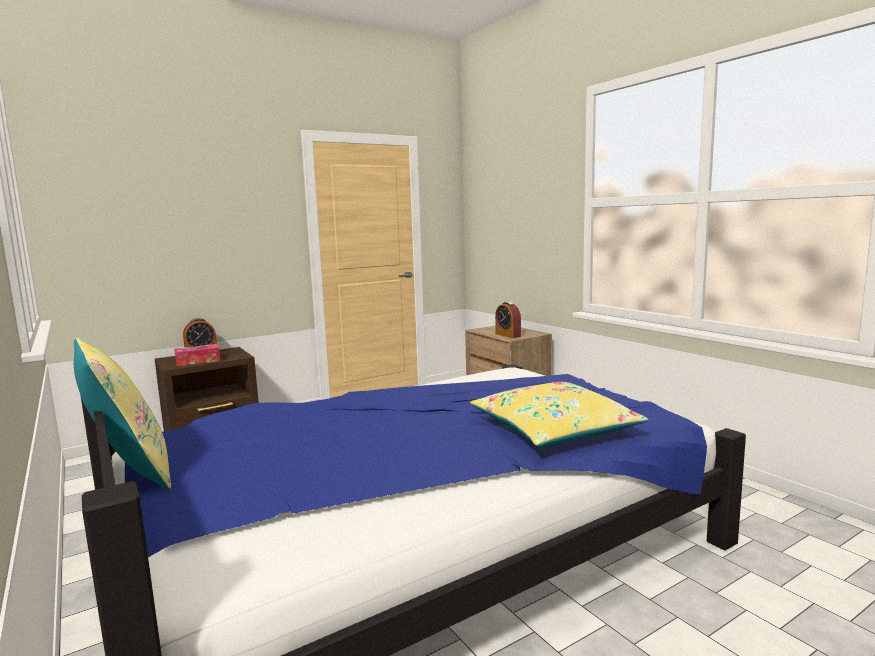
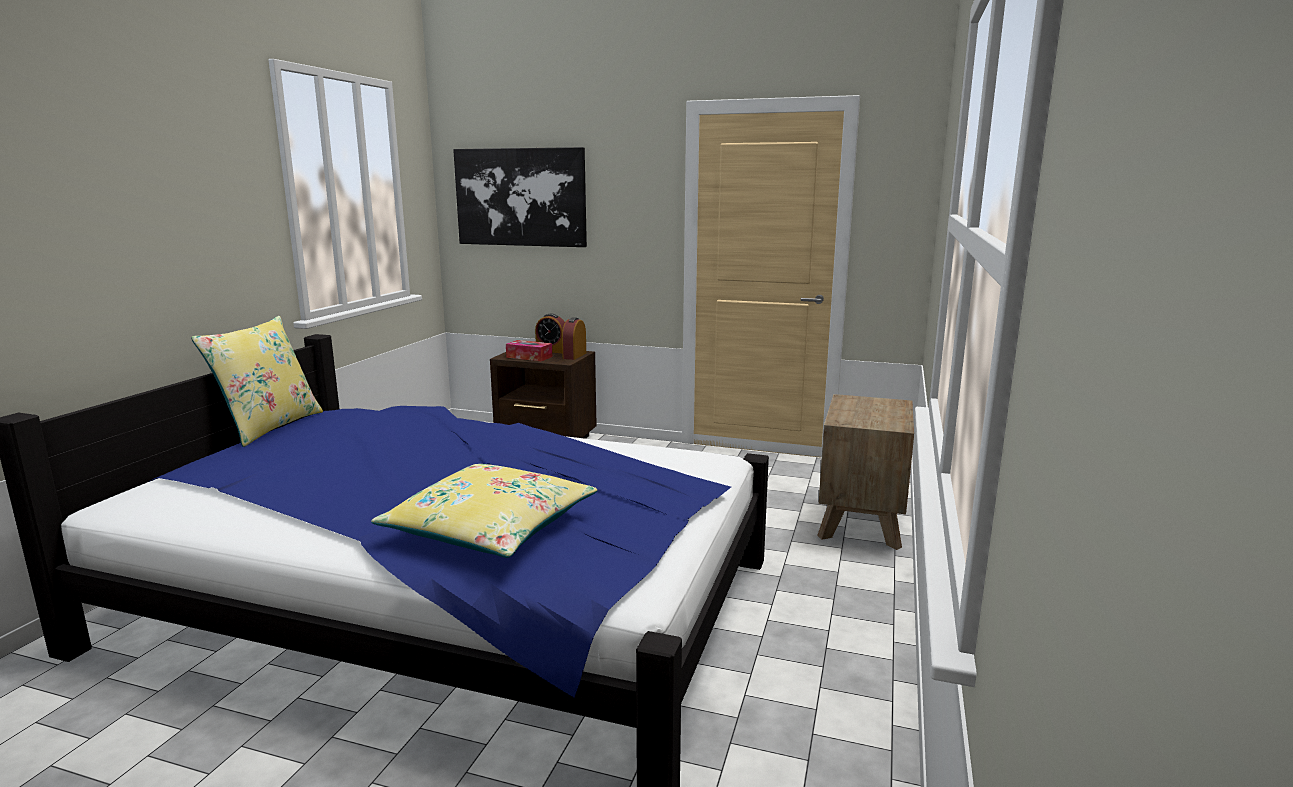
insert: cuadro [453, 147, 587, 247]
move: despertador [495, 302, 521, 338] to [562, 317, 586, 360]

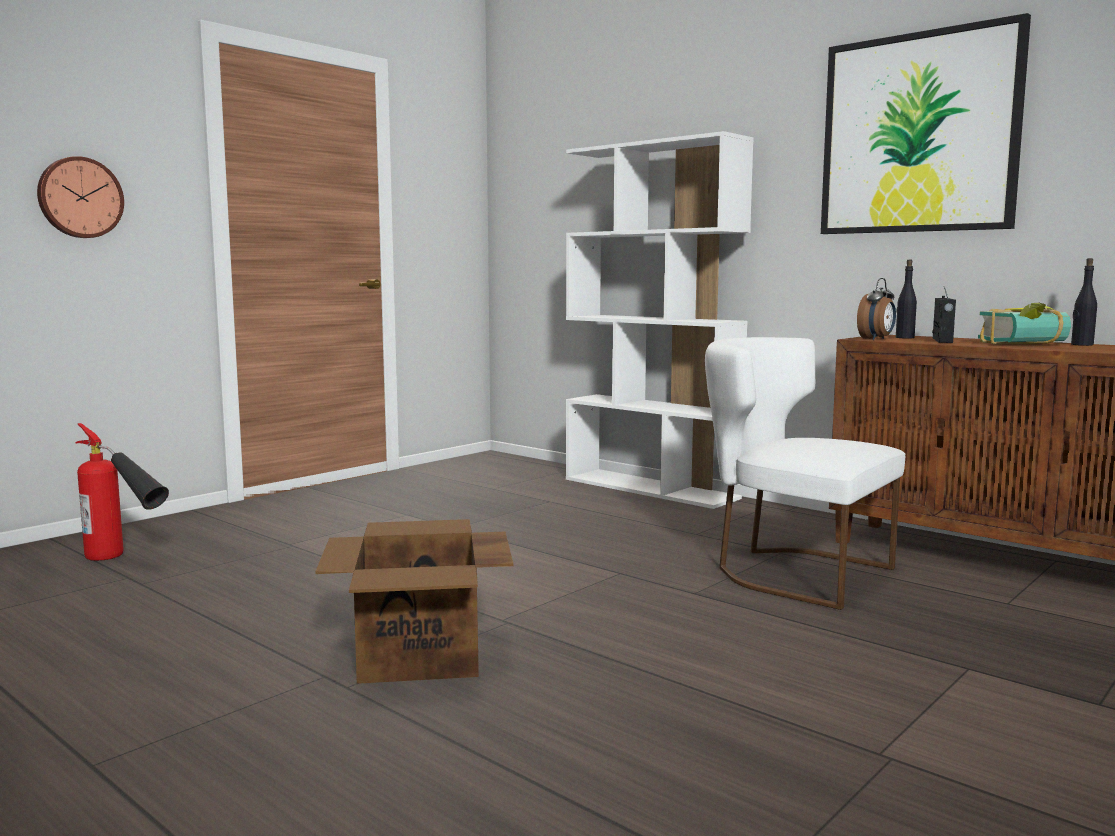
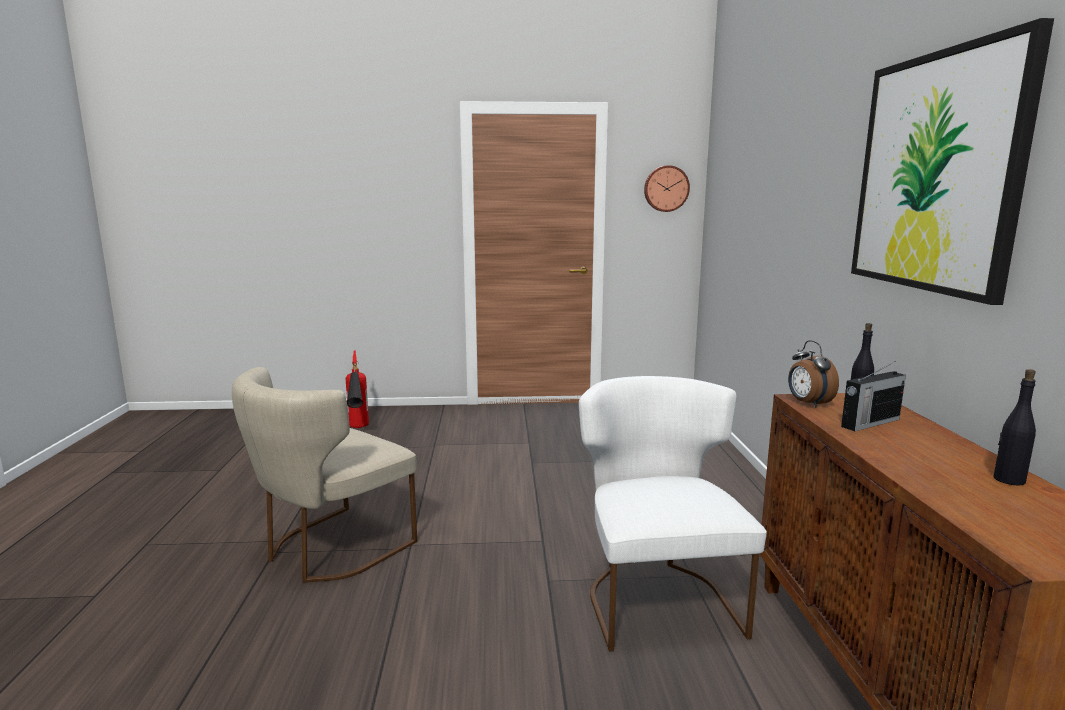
delete: estantería [blanco] [566, 131, 754, 509]; libro [978, 303, 1071, 345]
move: reloj de pared [37, 156, 124, 238] to [644, 165, 690, 212]
replace: caja de cartón [316, 519, 513, 684] to silla [beis] [232, 367, 417, 583]
rotate: despertador [857, 278, 896, 340] = [788, 340, 839, 408] 75 degrees clockwise

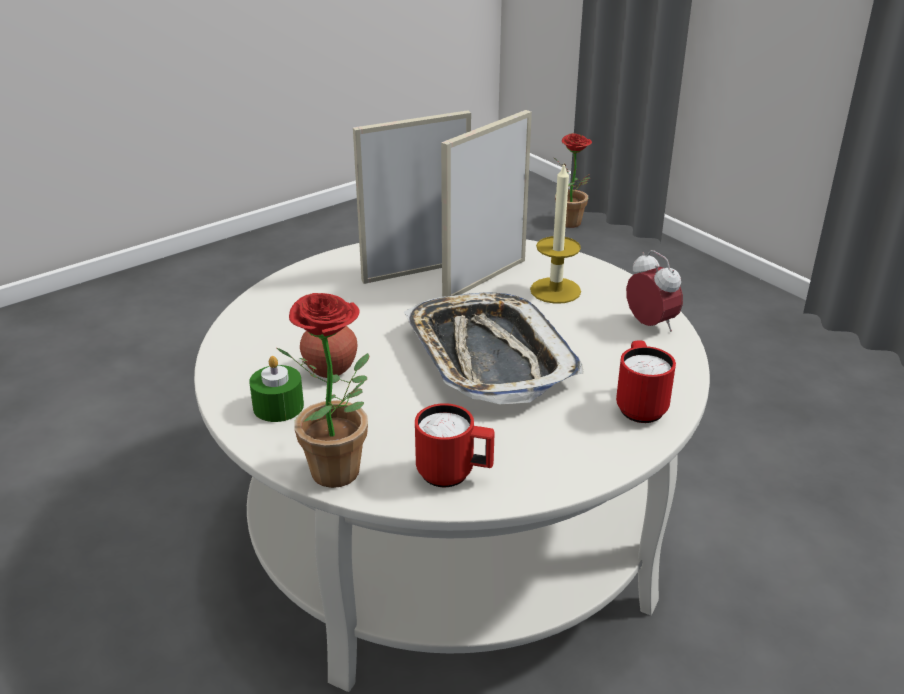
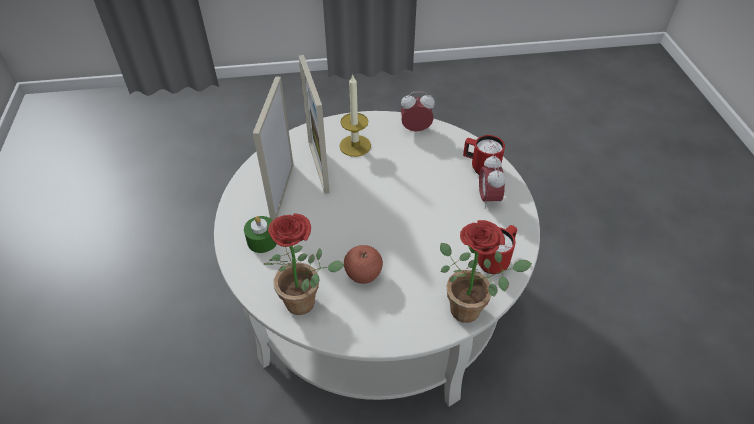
delete: bandeja [404, 292, 584, 404]
insert: despertador [479, 155, 506, 209]
move: vela [verde] [249, 356, 304, 422] to [244, 216, 277, 253]; planta en maceta [554, 133, 592, 228] to [263, 213, 344, 315]

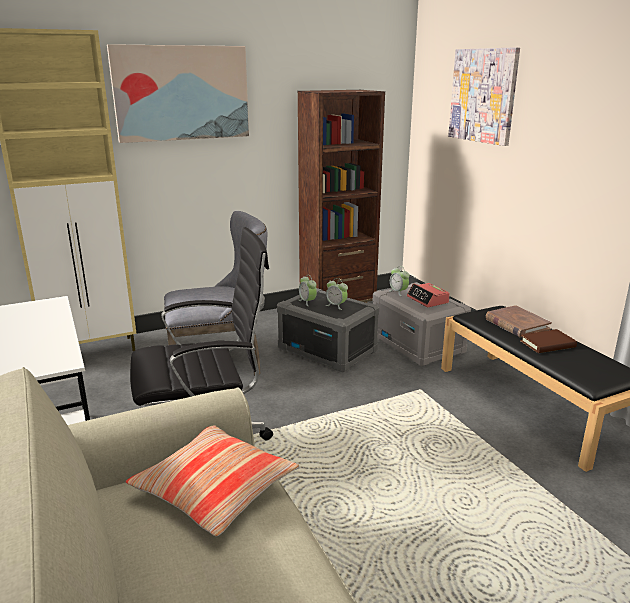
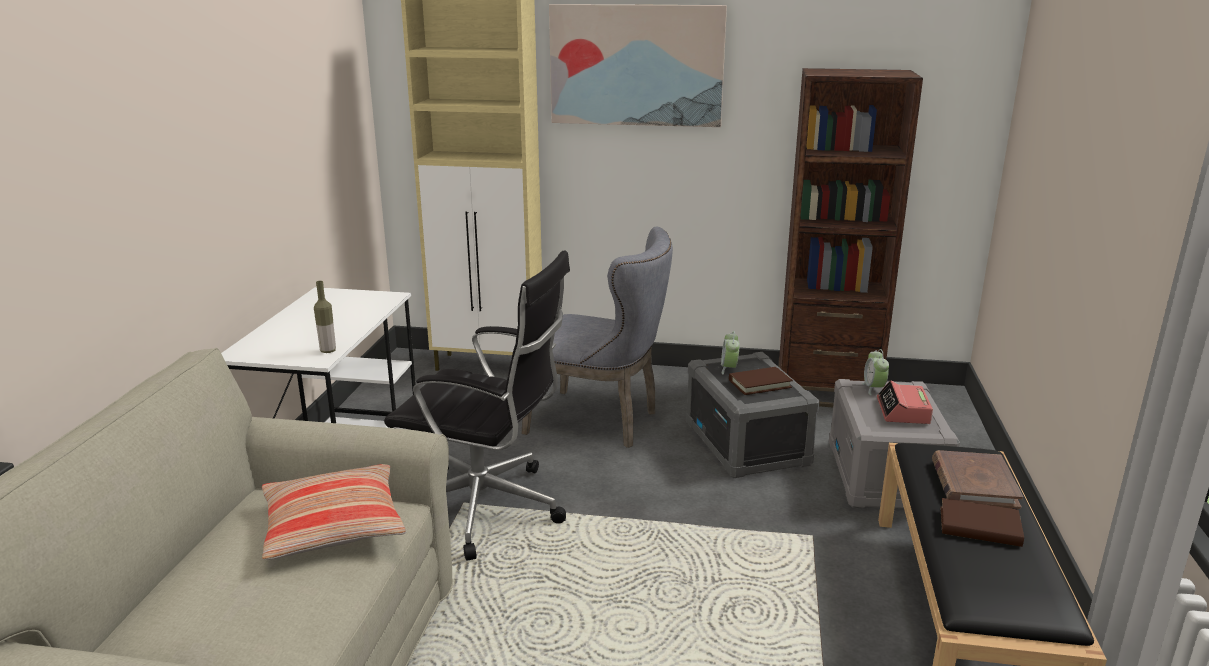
delete: cuadro [448, 47, 520, 146]
insert: botella [314, 281, 336, 353]
replace: despertador [326, 278, 348, 310] to libro [marrón] [729, 367, 793, 395]

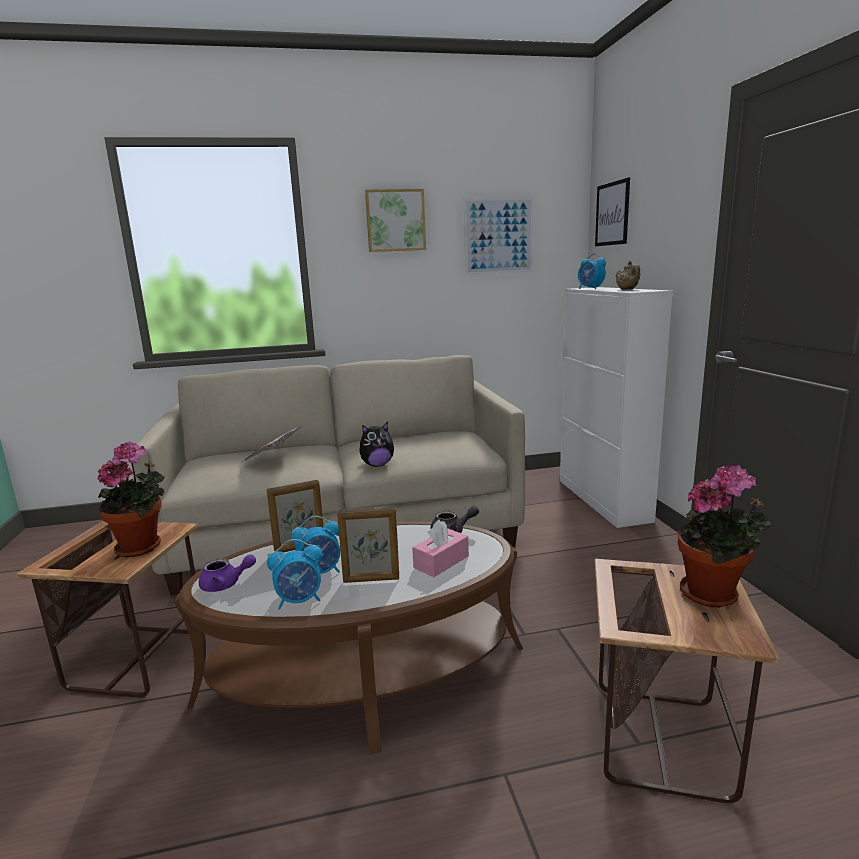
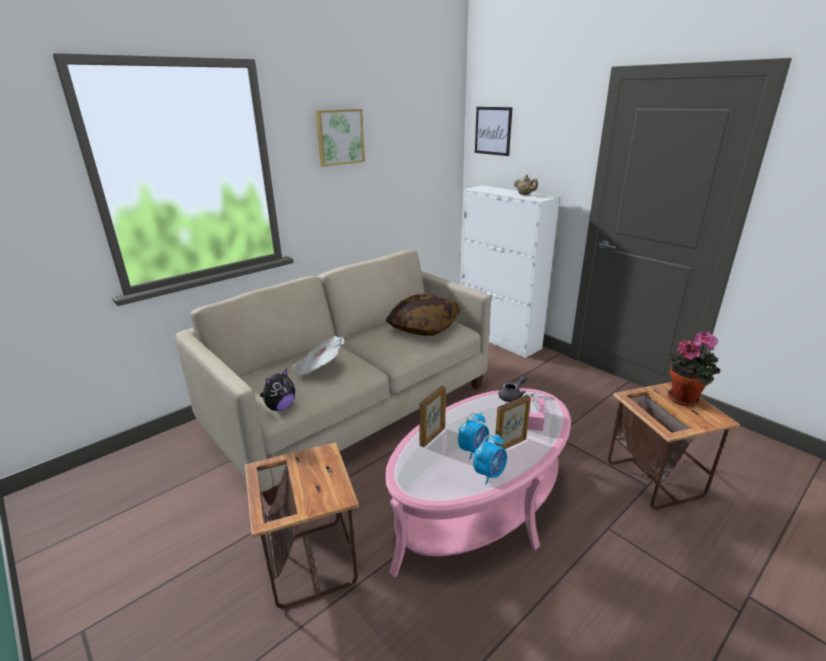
delete: planta en maceta [97, 441, 165, 557]; tetera [morado] [199, 554, 256, 592]; cuadro [464, 197, 533, 275]; despertador [578, 253, 606, 289]
insert: cojín [386, 294, 460, 336]
move: peluche [359, 422, 394, 467] to [260, 368, 295, 411]
recolor: mesa de centro [marrón] [175, 521, 523, 754] to mesa de centro [rosa] [385, 388, 571, 578]

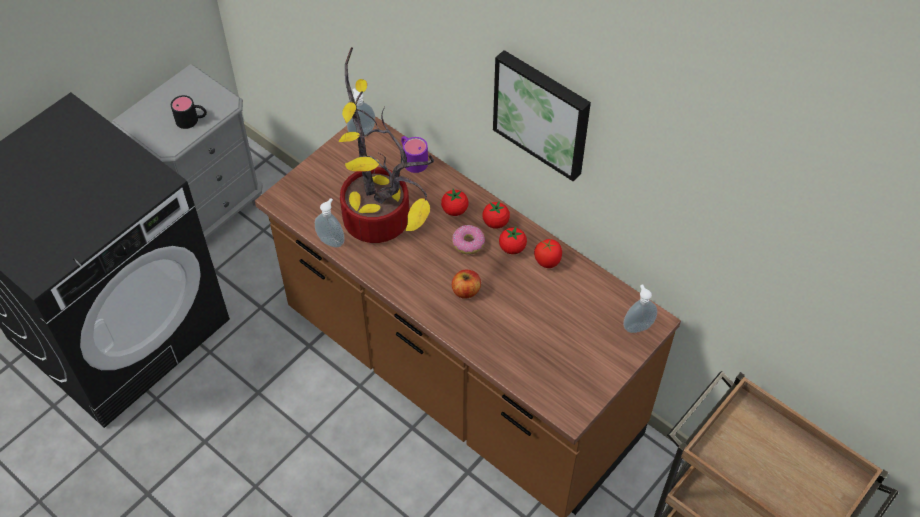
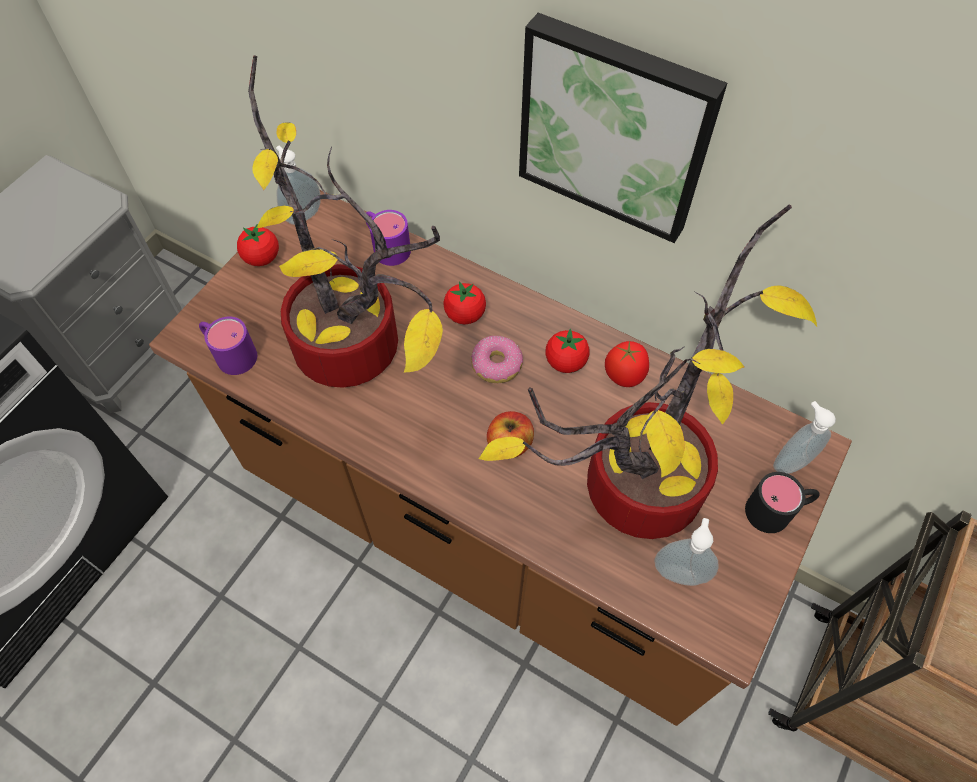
insert: taza grande [morado] [199, 317, 257, 375]; planta en maceta [479, 205, 817, 539]
move: taza grande [negro] [171, 95, 207, 129] to [745, 472, 820, 533]; dispensador de jabón [315, 198, 345, 248] to [655, 518, 718, 586]; tomate [482, 201, 510, 229] to [237, 224, 279, 266]

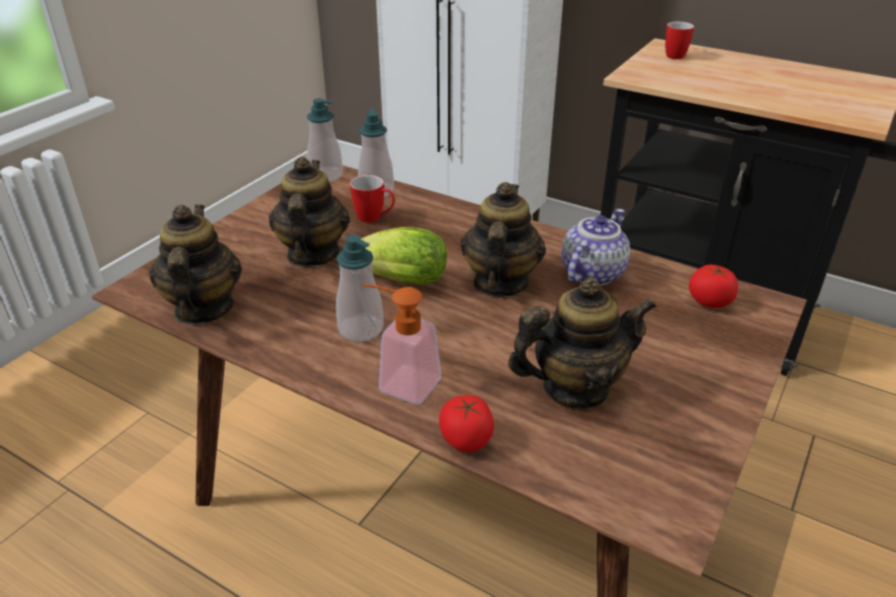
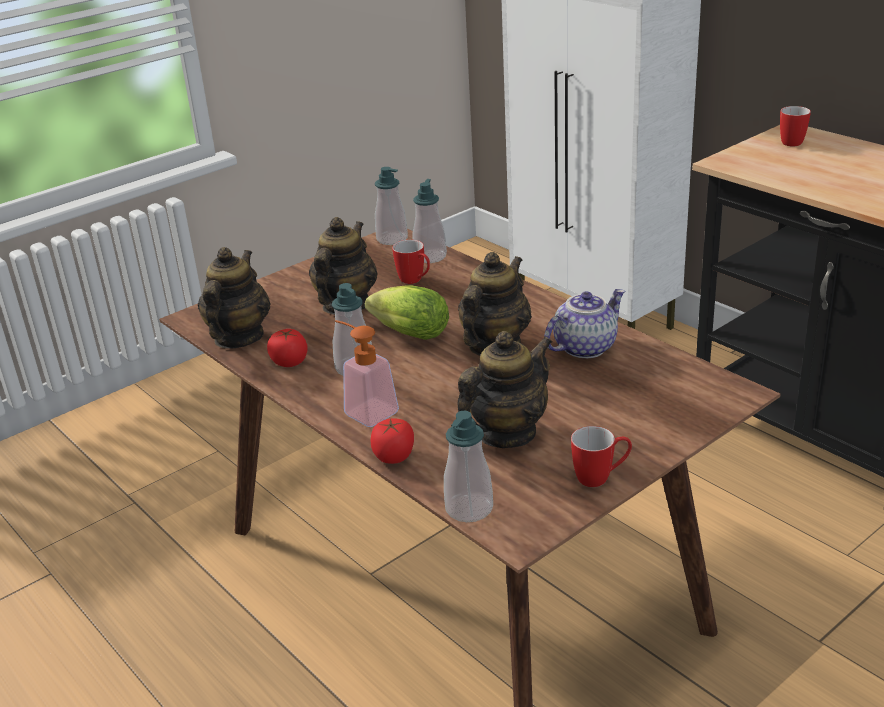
insert: dispensador de jabón [444, 411, 493, 522]; taza grande [571, 426, 632, 487]
move: tomate [689, 265, 738, 308] to [267, 329, 307, 367]
rotate: tetera [508, 277, 657, 409] = [458, 331, 552, 448] 45 degrees counterclockwise

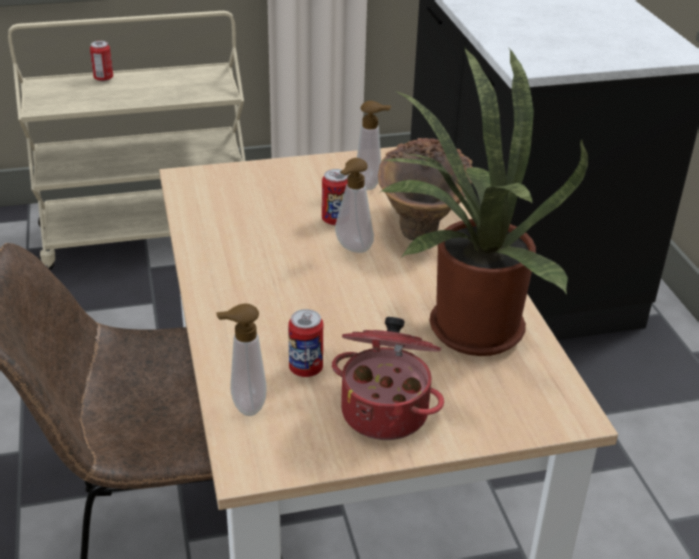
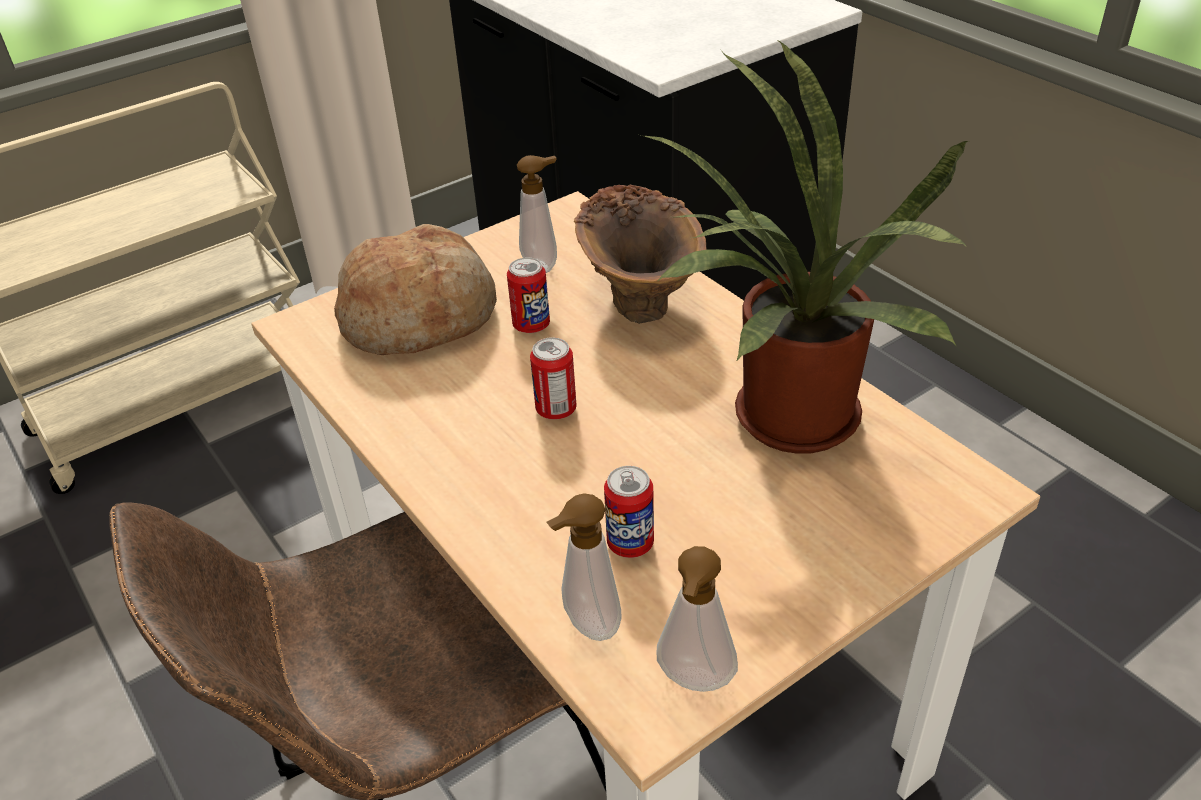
delete: olla [332, 317, 444, 440]
insert: pan [334, 224, 497, 355]
move: lata [90, 41, 113, 81] to [530, 337, 576, 419]; dispensador de jabón [335, 158, 374, 253] to [657, 546, 738, 692]

